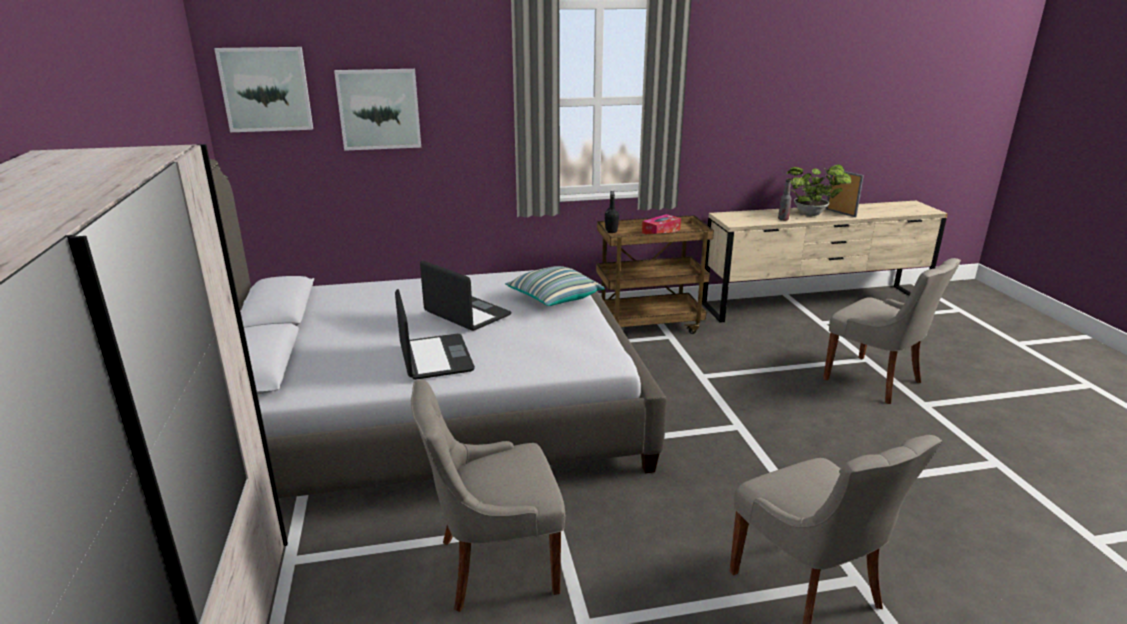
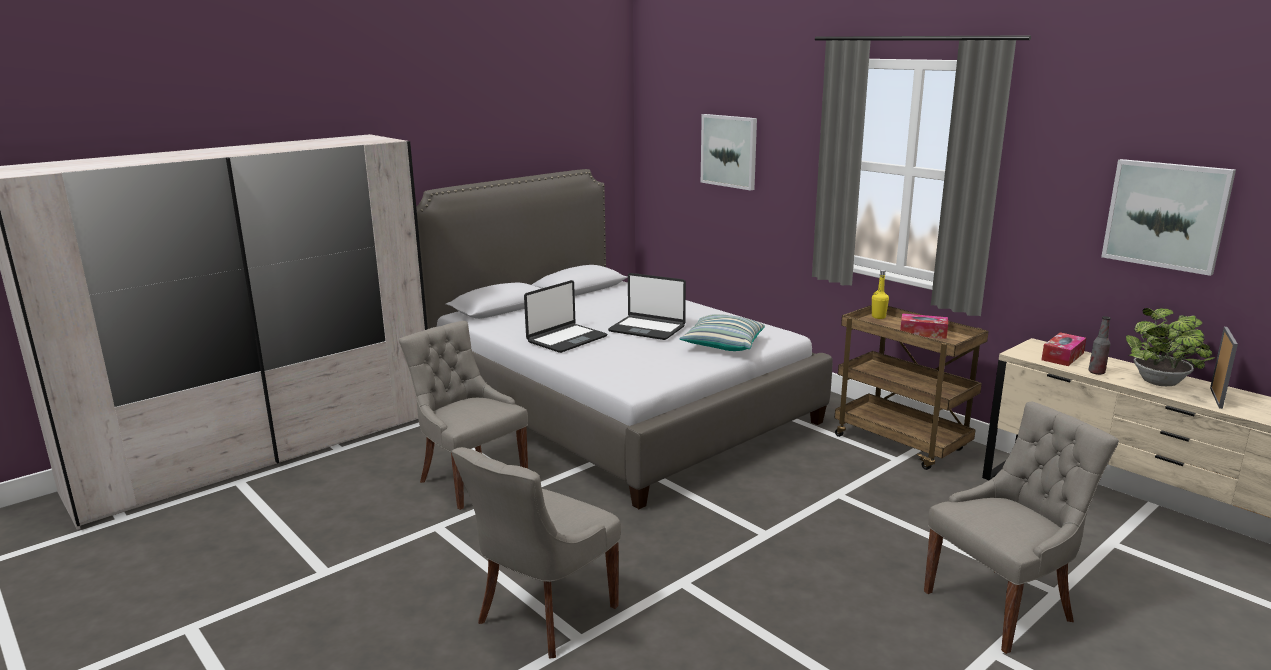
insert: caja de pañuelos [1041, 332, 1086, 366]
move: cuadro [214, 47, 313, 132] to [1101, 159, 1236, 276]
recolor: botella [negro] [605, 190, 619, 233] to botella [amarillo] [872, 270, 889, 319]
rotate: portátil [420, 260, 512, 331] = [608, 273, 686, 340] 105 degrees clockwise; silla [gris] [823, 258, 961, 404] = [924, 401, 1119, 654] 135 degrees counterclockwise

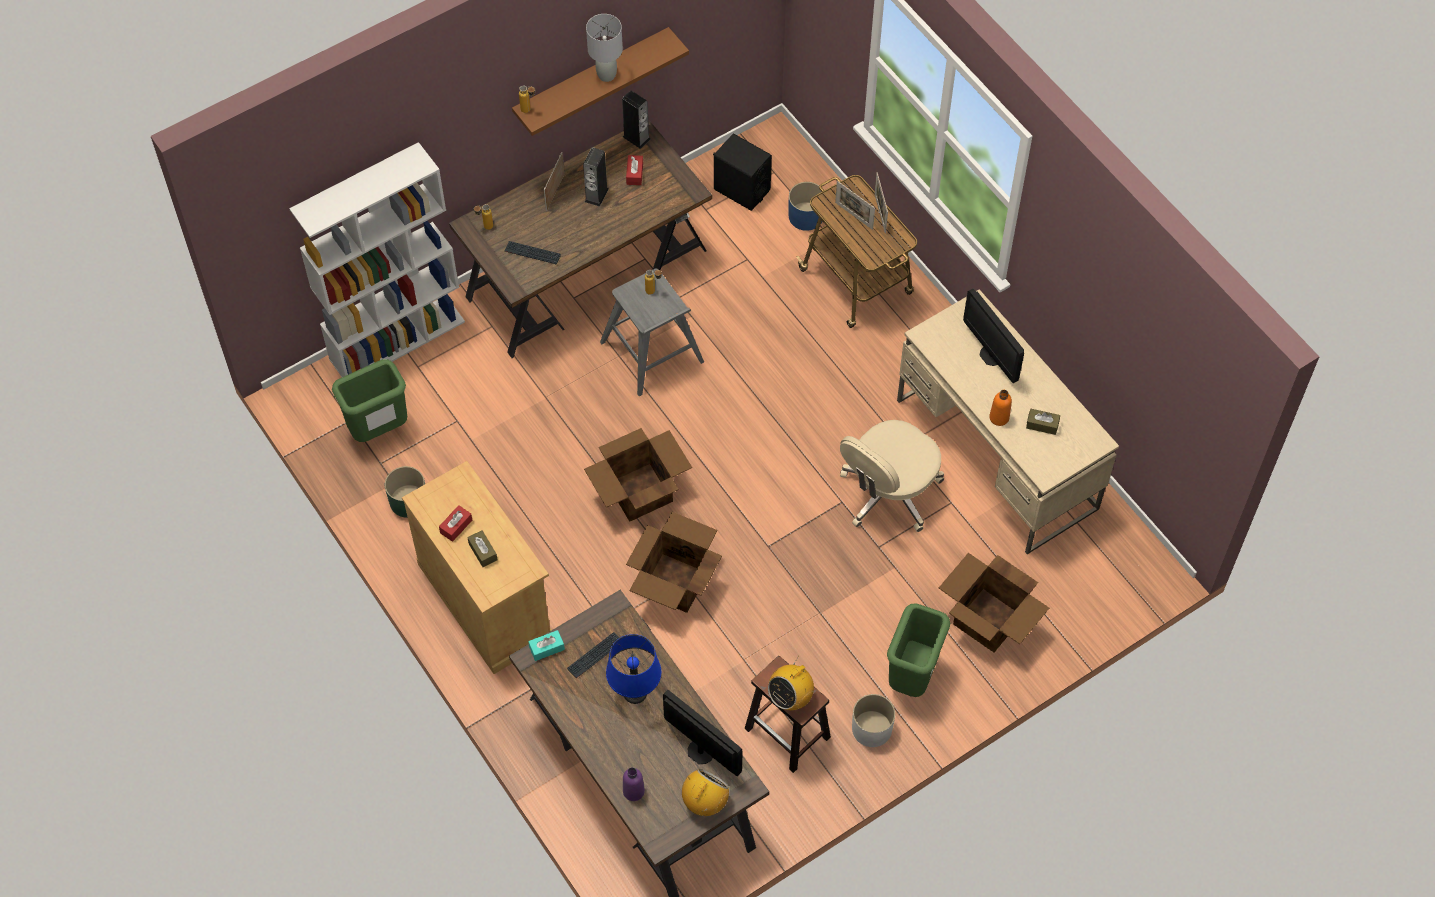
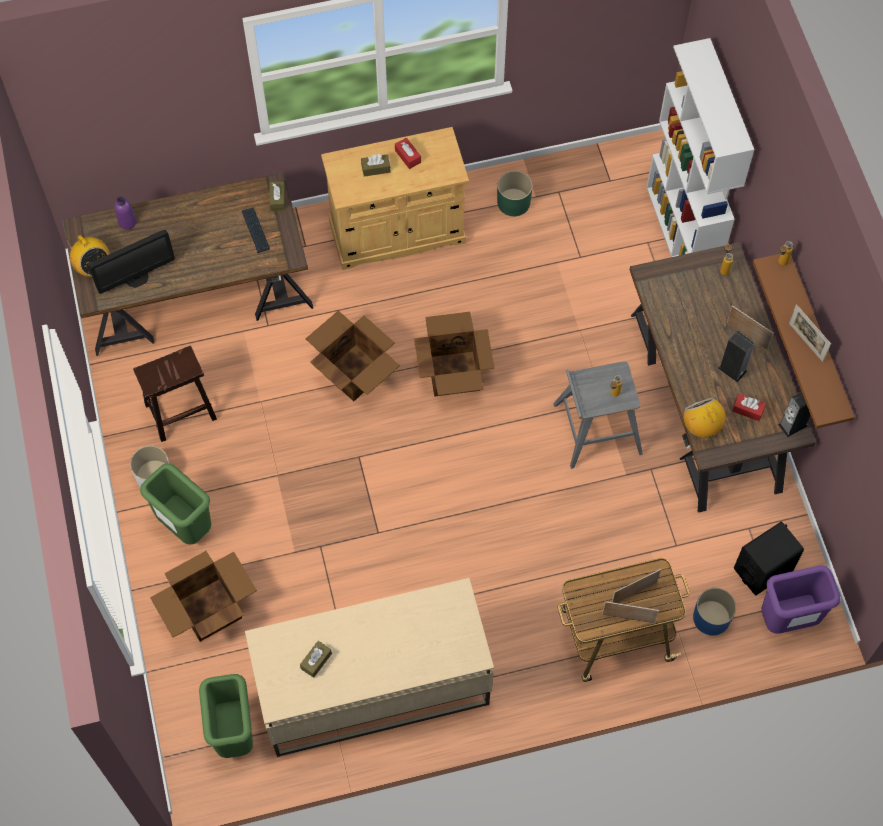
delete: teclado [504, 241, 561, 265]; lámpara de mesa [azul] [606, 634, 661, 704]; silla de oficina [beis] [840, 420, 944, 532]; monitor [963, 289, 1024, 383]; botella [naranja] [989, 390, 1012, 426]
insert: papelera [morado] [761, 565, 841, 634]
move: papelera [verde] [332, 359, 407, 442] to [199, 674, 253, 758]; radio [768, 659, 814, 710] to [684, 398, 728, 438]
replace: lámpara de mesa [gris] [586, 14, 623, 82] to portarretratos [789, 304, 831, 362]
recolor: caja de pañuelos [turquesa] [528, 630, 565, 661] to caja de pañuelos [marrón] [269, 181, 285, 211]

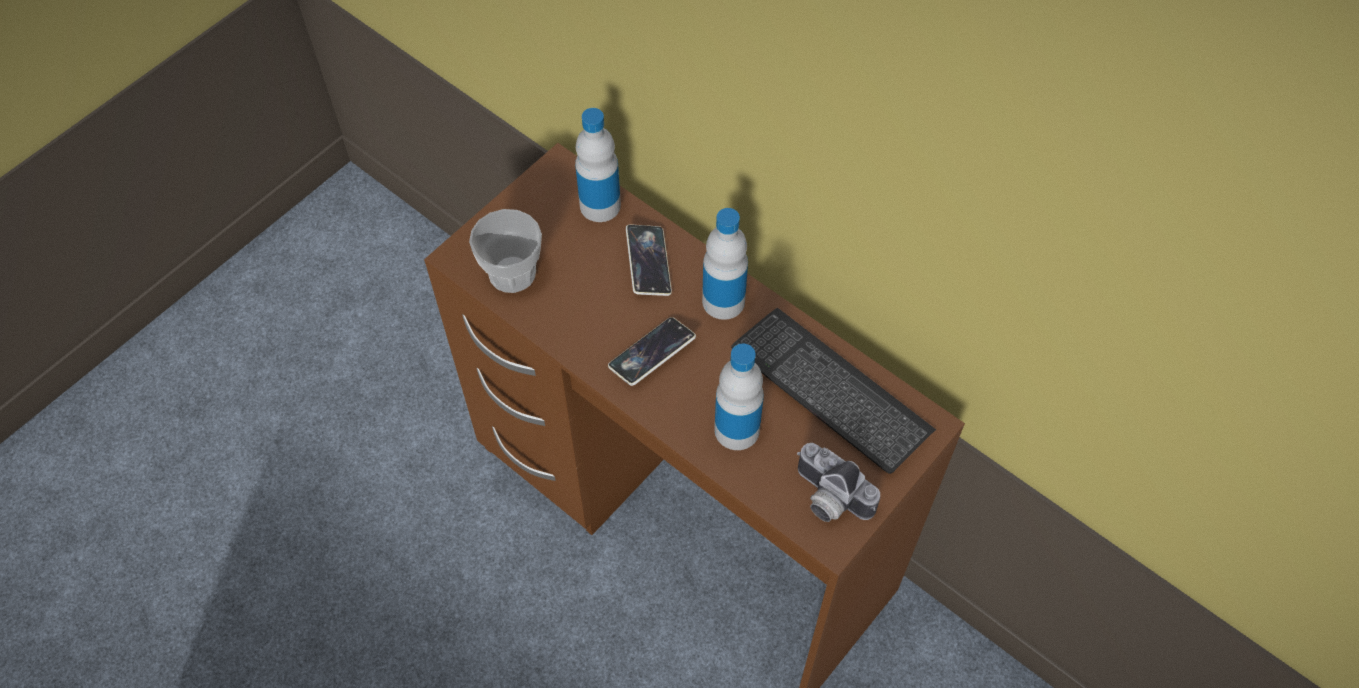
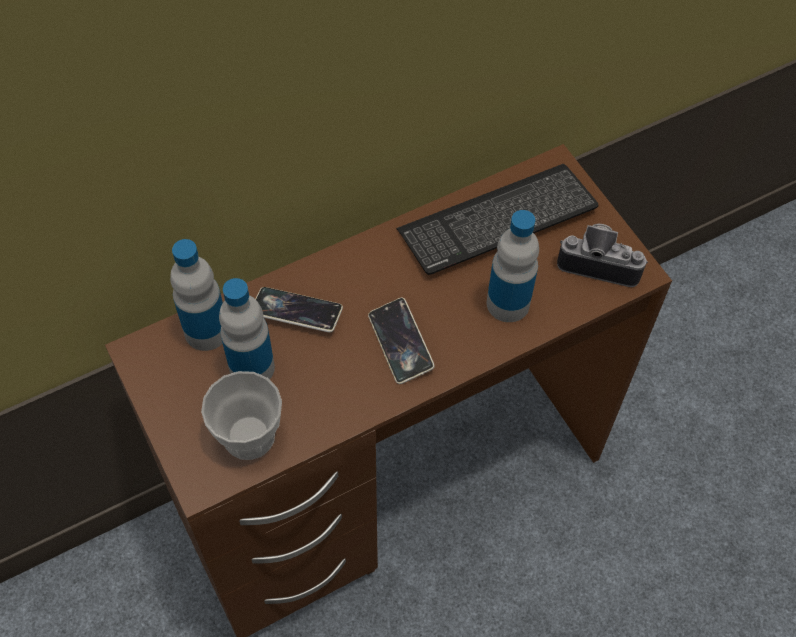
move: botella [702, 208, 748, 320] to [219, 278, 275, 380]
rotate: cámara [797, 443, 880, 522] = [557, 224, 648, 287] 135 degrees counterclockwise

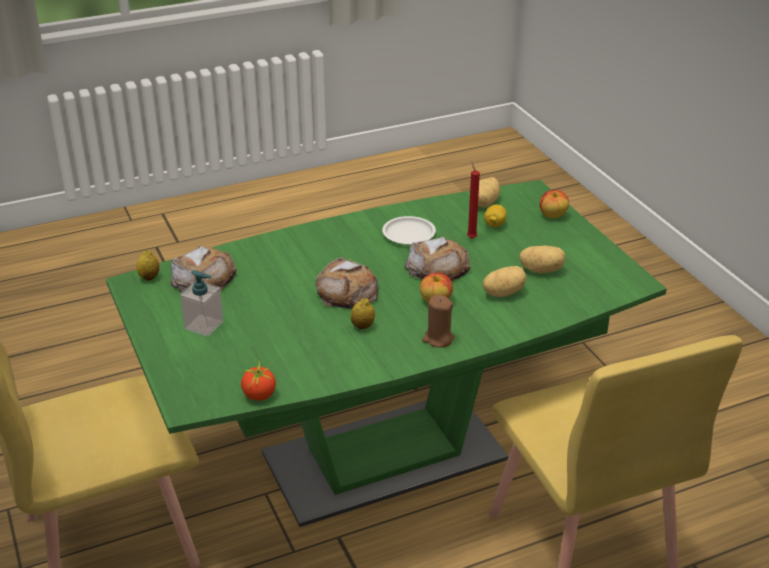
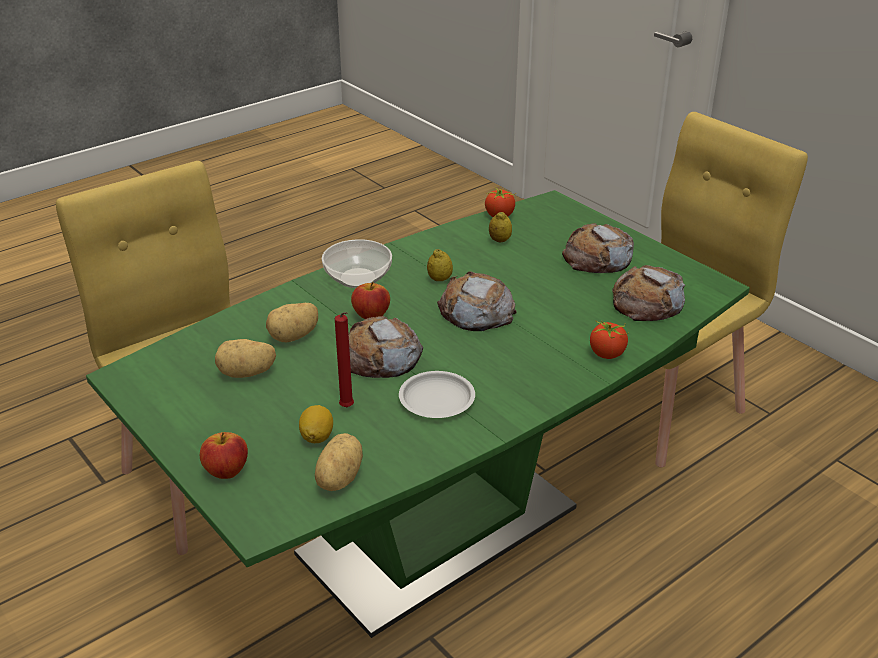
insert: tomate [590, 320, 629, 359]
move: limón [137, 250, 159, 281] to [489, 212, 512, 242]
replace: dispensador de jabón [180, 270, 224, 337] to pan [562, 223, 634, 273]; vela [marrón] [422, 294, 455, 348] to cuenco [322, 239, 392, 288]

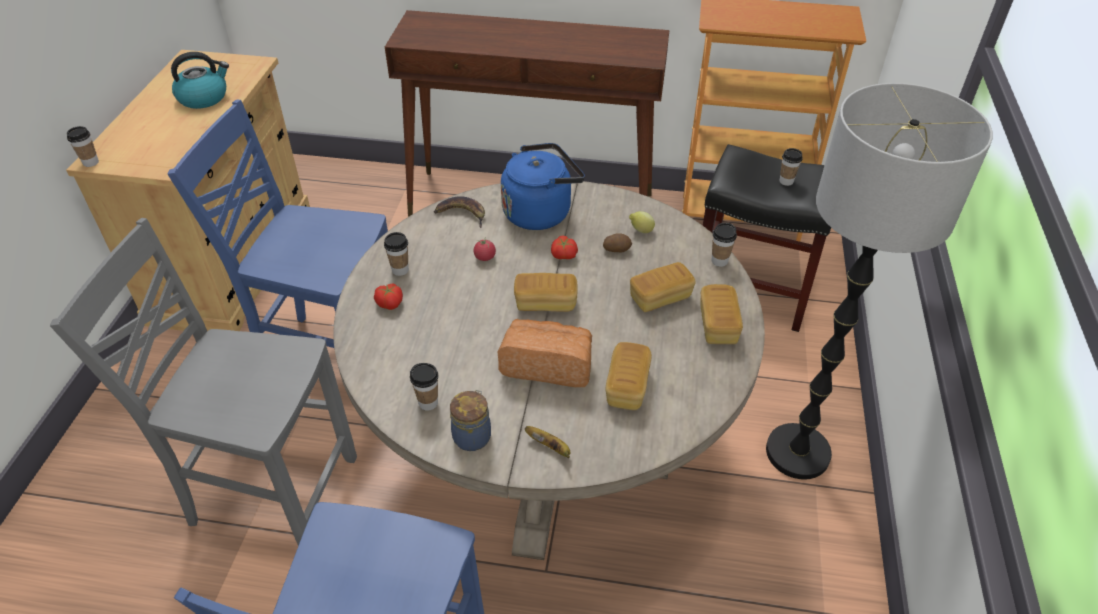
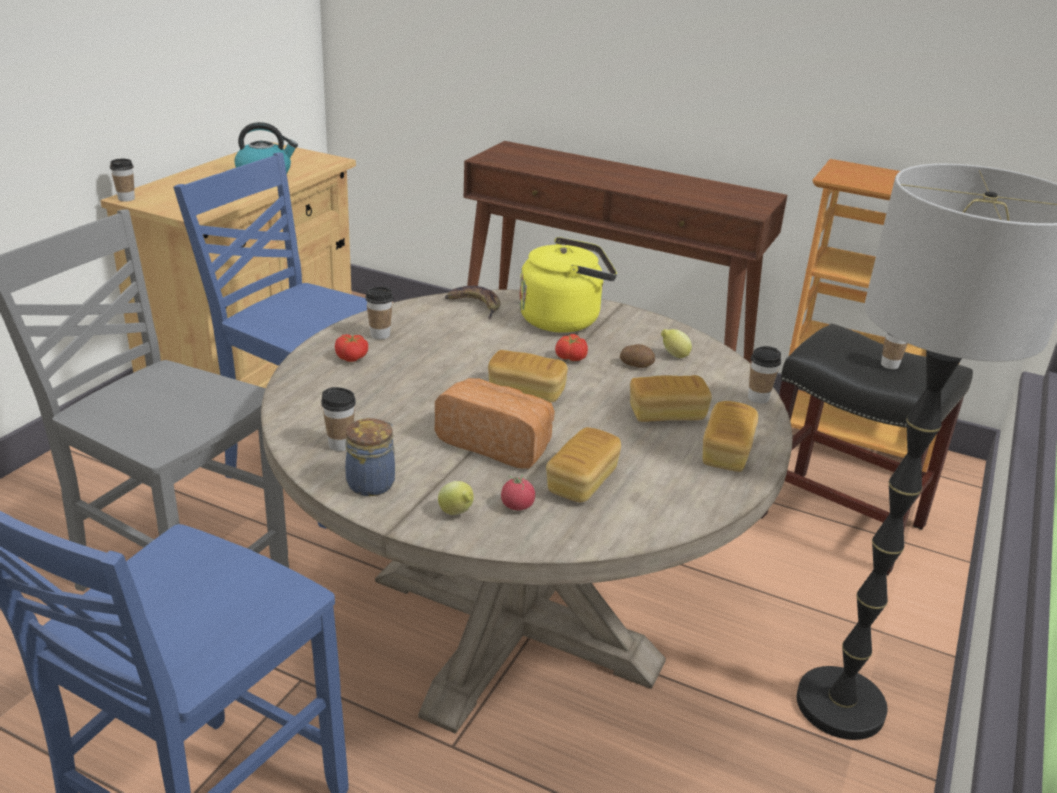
move: tomate [474, 237, 496, 261] to [501, 475, 535, 510]
replace: plátano [525, 426, 570, 458] to limón [438, 481, 474, 515]
recolor: hervidor [azul] [501, 143, 585, 230] to hervidor [amarillo] [519, 237, 617, 333]

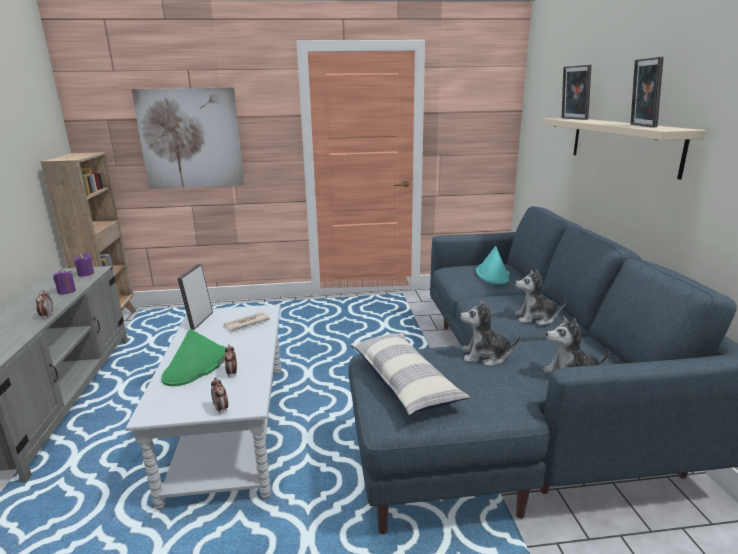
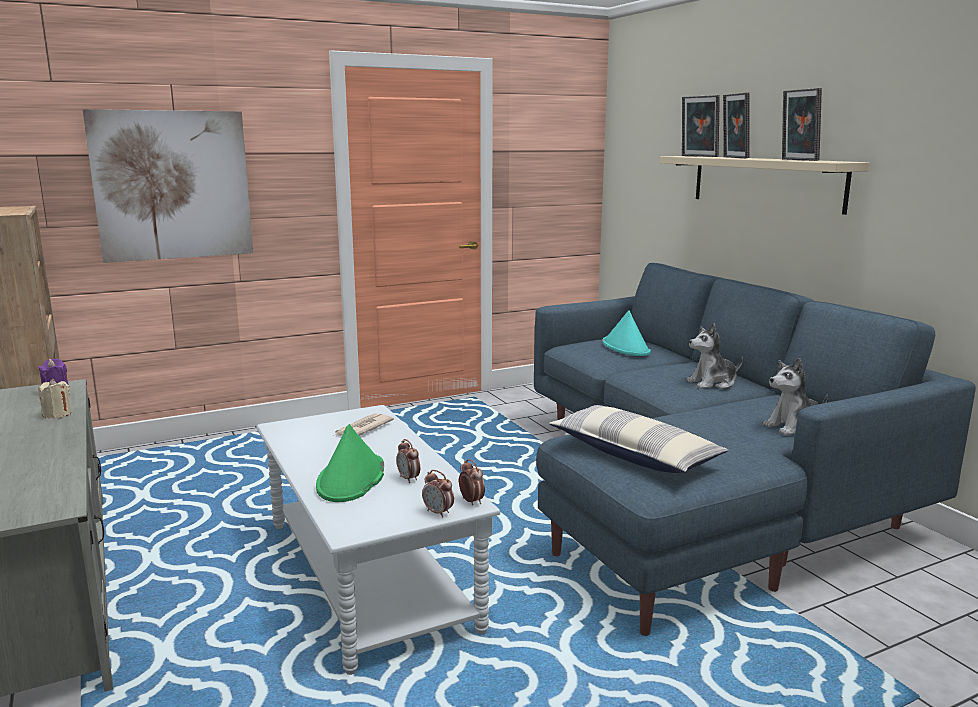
delete: peluche [460, 300, 521, 366]
move: despertador [36, 290, 53, 318] to [459, 459, 485, 505]; portarretratos [177, 264, 213, 330] to [723, 92, 750, 158]
recolor: vela [morado] [53, 269, 76, 295] to vela [beis] [38, 378, 71, 419]

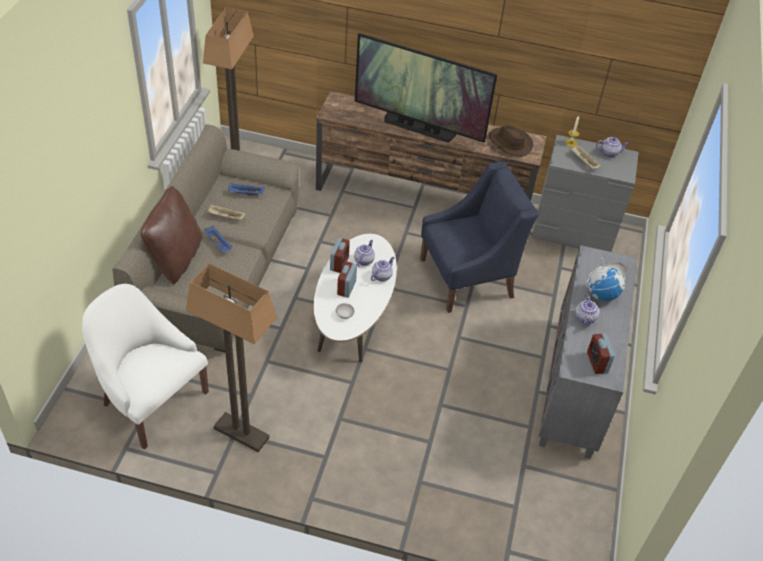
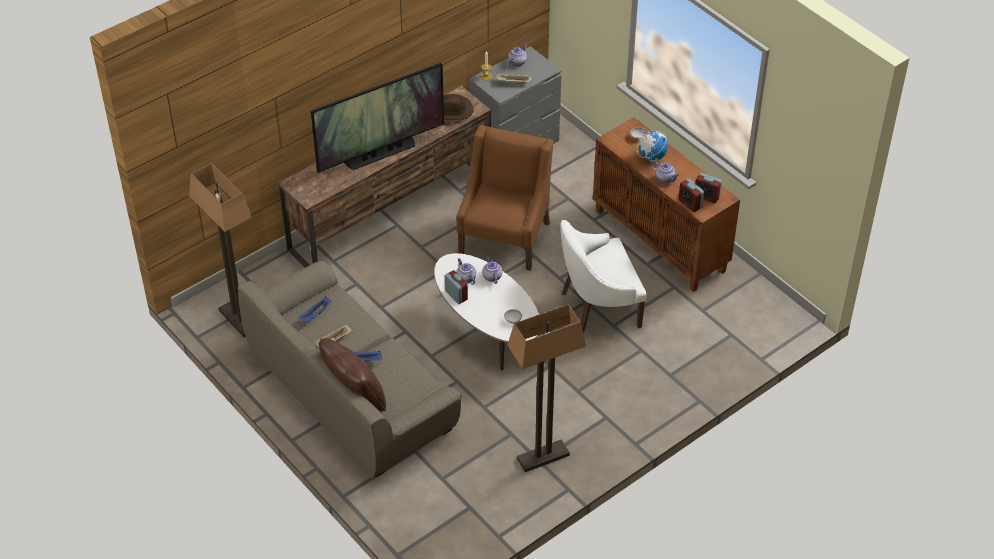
move: sillón [blanco] [82, 284, 209, 450] to [561, 220, 647, 333]; despertador [337, 261, 357, 298] to [679, 178, 704, 212]
recolor: sillón [azul] [420, 162, 539, 313] to sillón [marrón] [457, 125, 553, 271]; armario [gris] [538, 245, 637, 459] to armario [marrón] [593, 117, 740, 292]

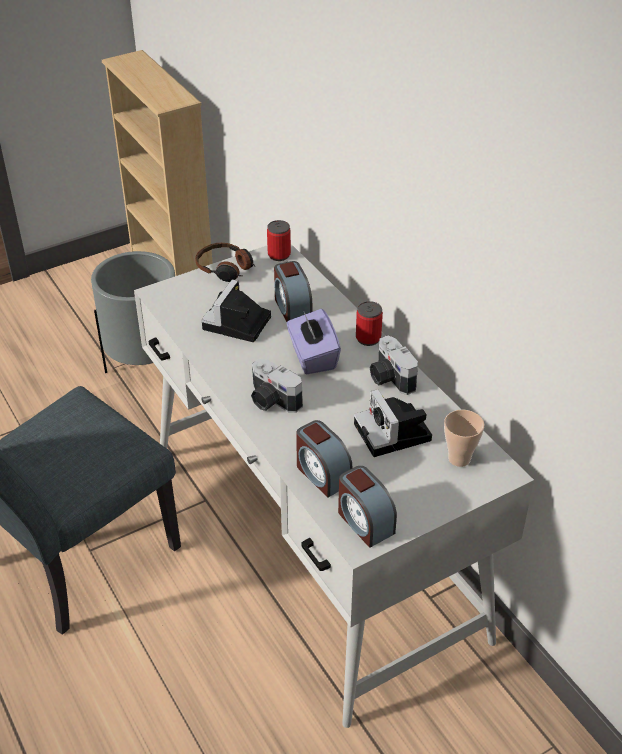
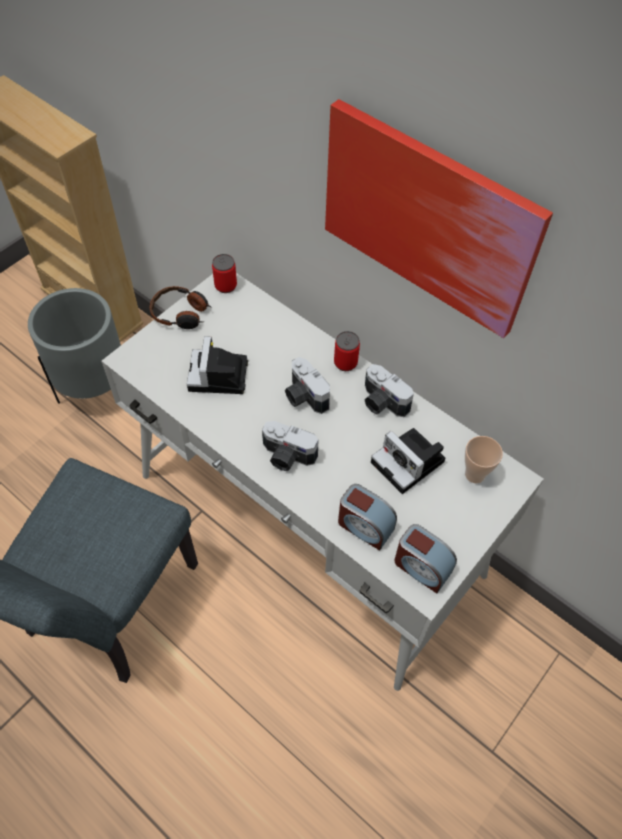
delete: despertador [274, 261, 312, 322]
insert: cuadro [325, 99, 553, 338]
replace: caja de pañuelos [morado] [287, 309, 341, 374] to cámara [285, 357, 330, 414]

